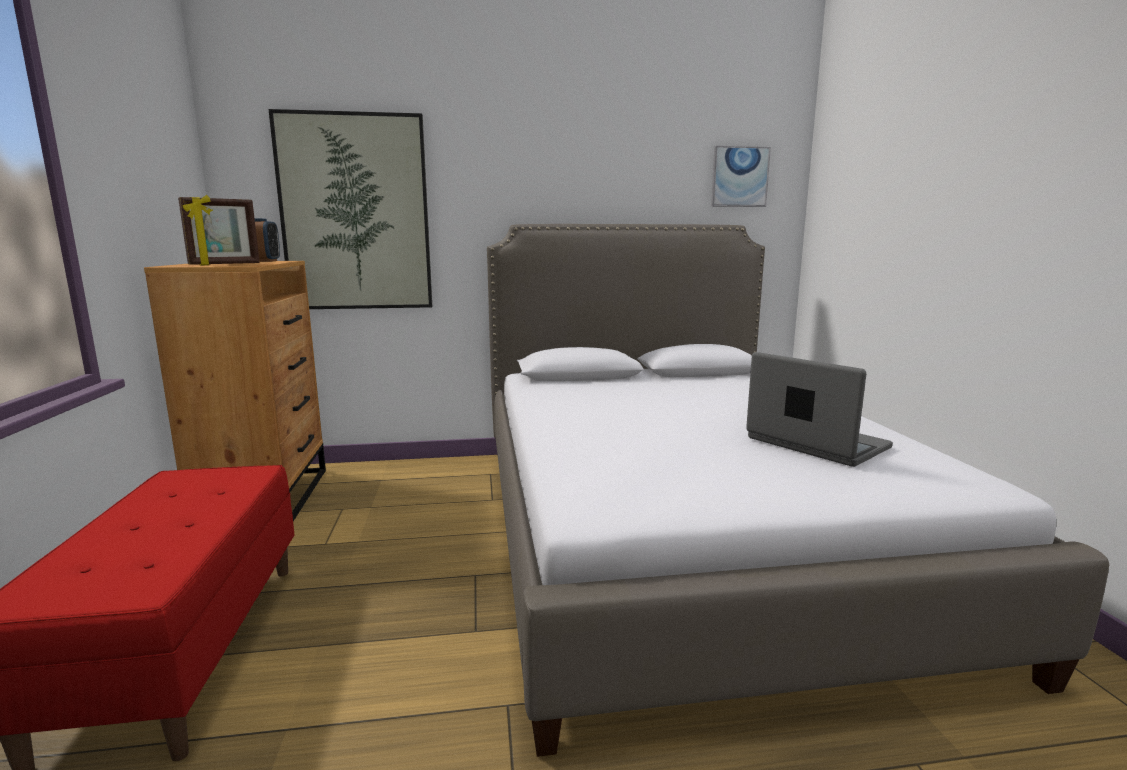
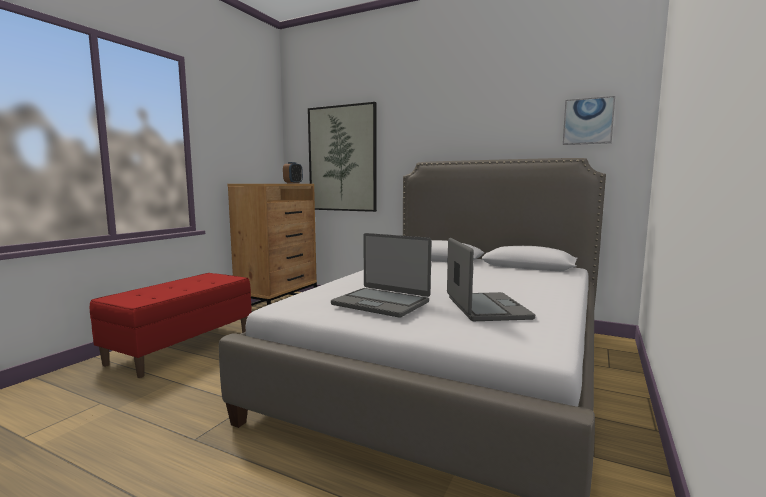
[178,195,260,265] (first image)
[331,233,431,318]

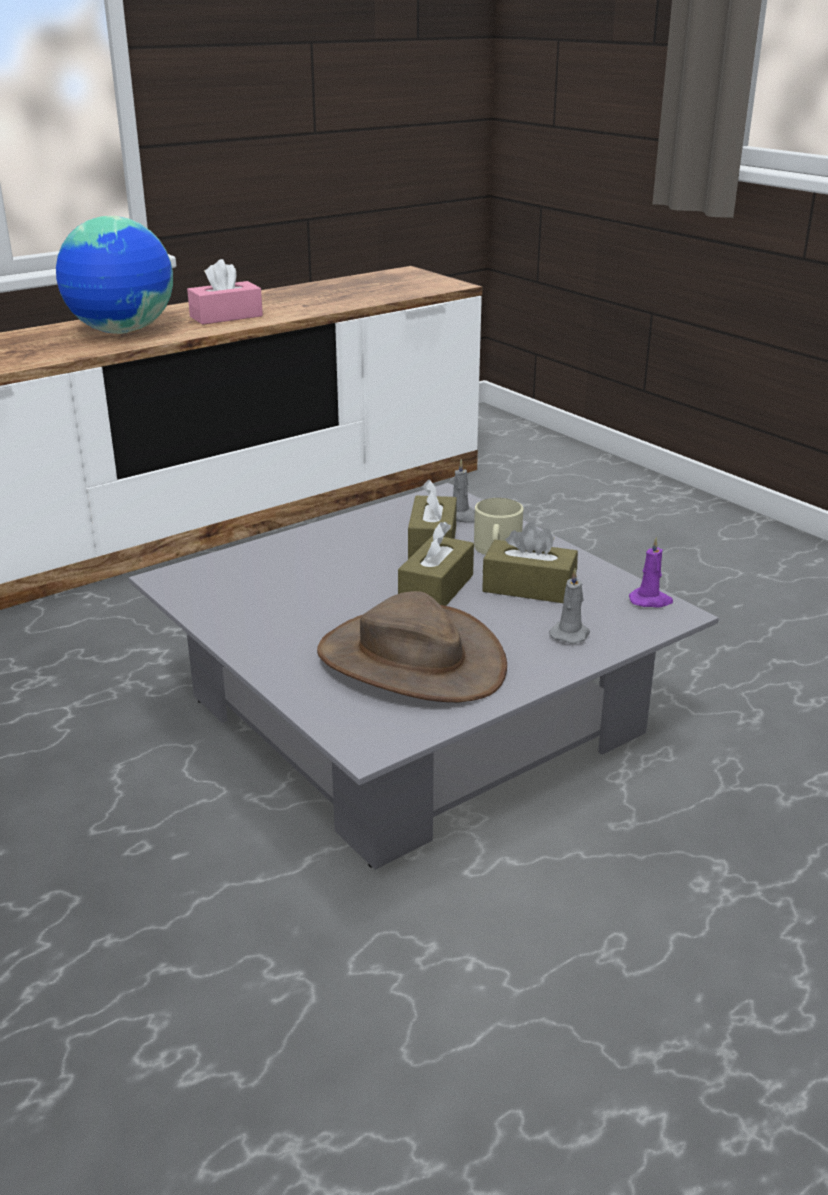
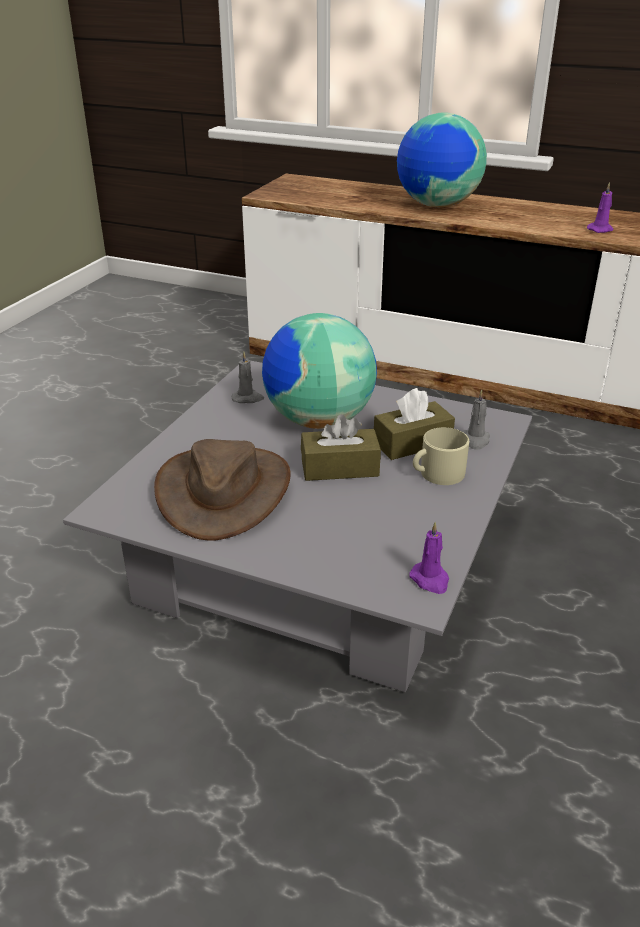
[187,259,263,325] (first image)
[482,522,578,603] (first image)
[232,351,264,403]
[587,182,614,233]
[262,313,377,429]

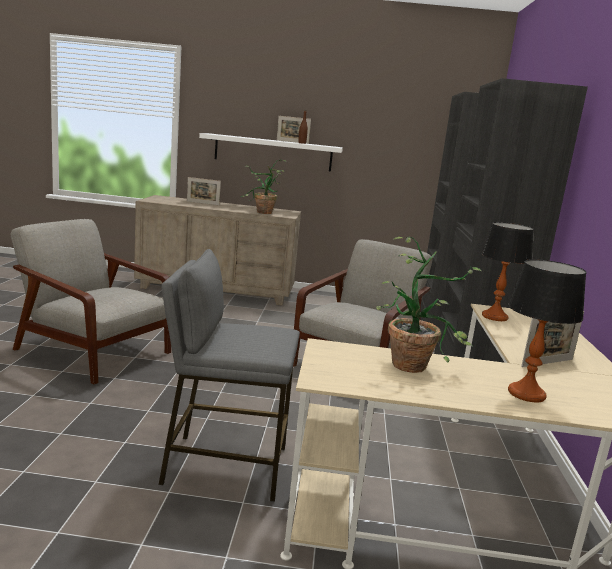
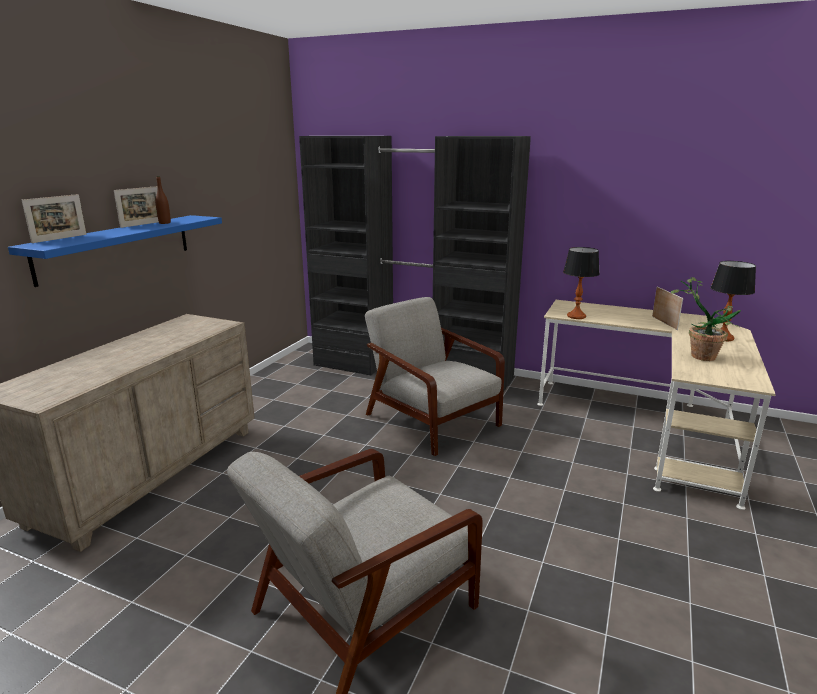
[8,215,222,287]
[241,159,287,214] (first image)
[22,194,87,243]
[158,249,300,502] (first image)

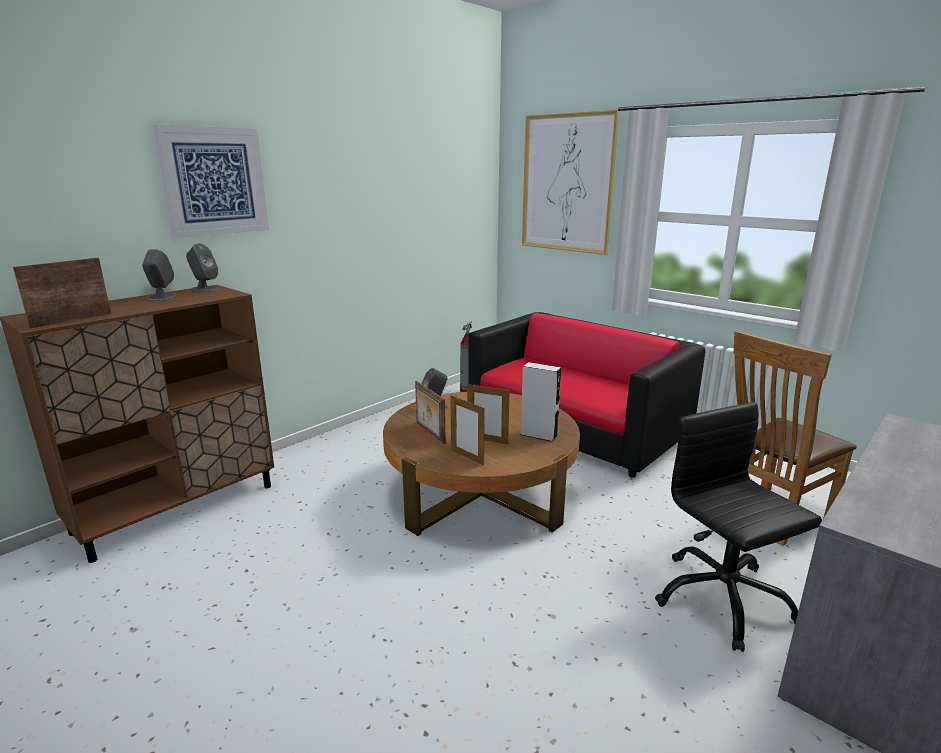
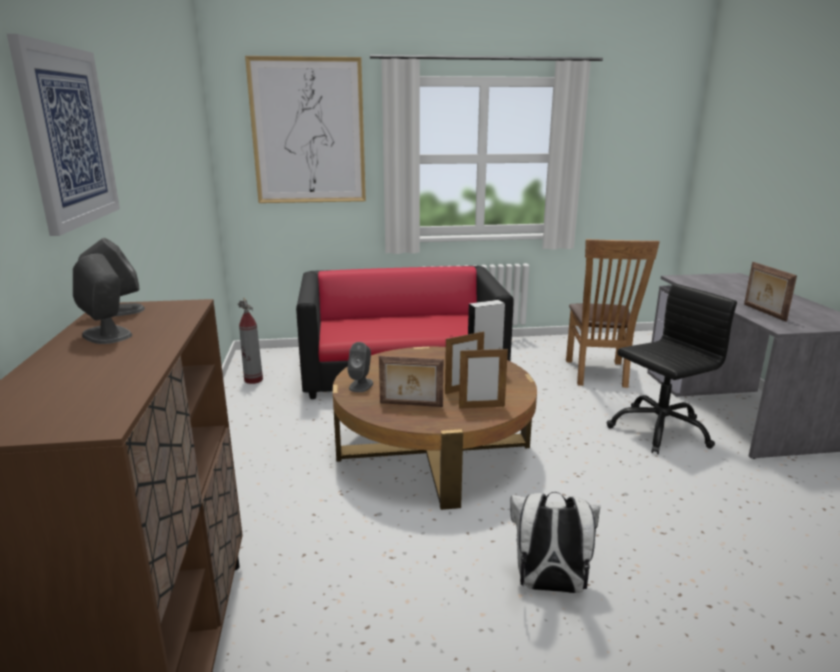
[744,262,797,322]
[606,283,737,454]
[510,492,601,593]

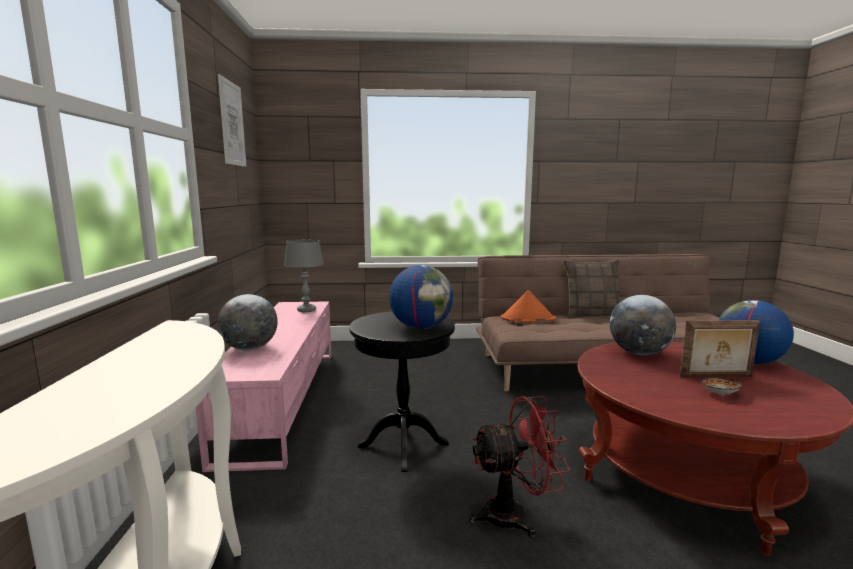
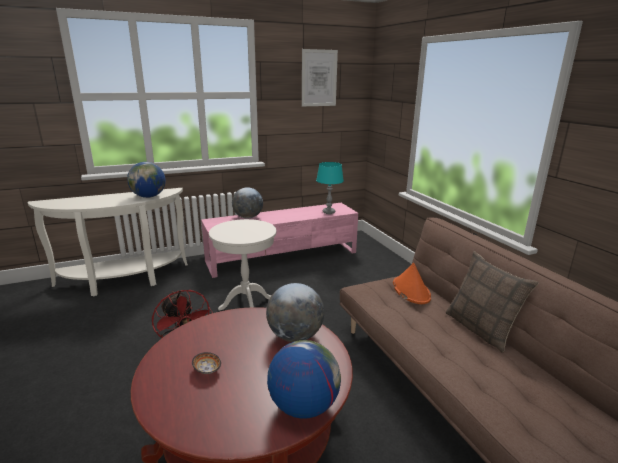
[316,162,344,214]
[127,162,166,198]
[209,219,276,310]
[680,320,760,377] (first image)

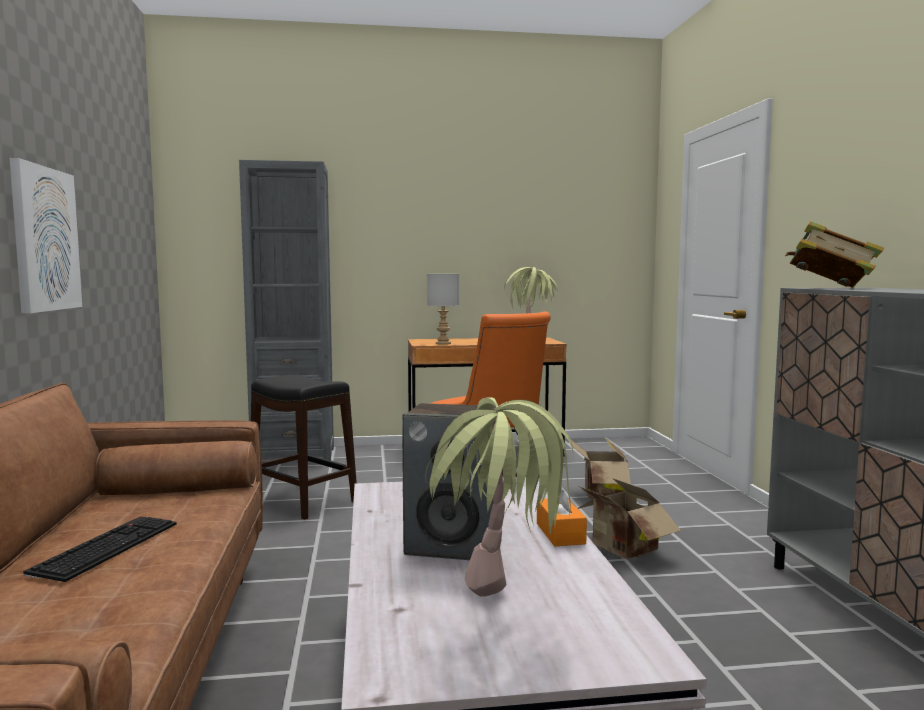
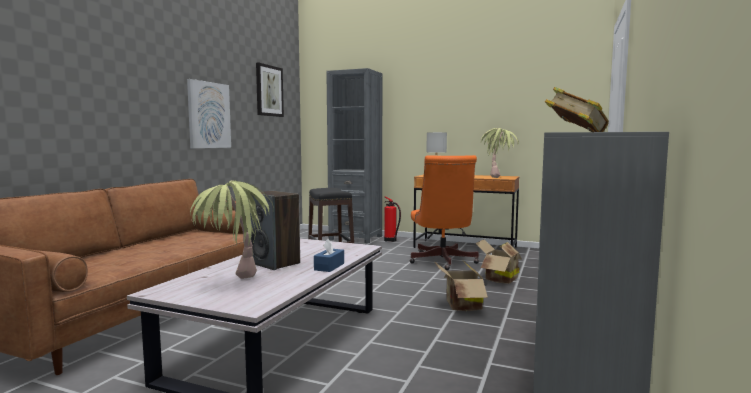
[314,239,344,272]
[23,516,176,582] (first image)
[256,62,284,117]
[384,196,401,242]

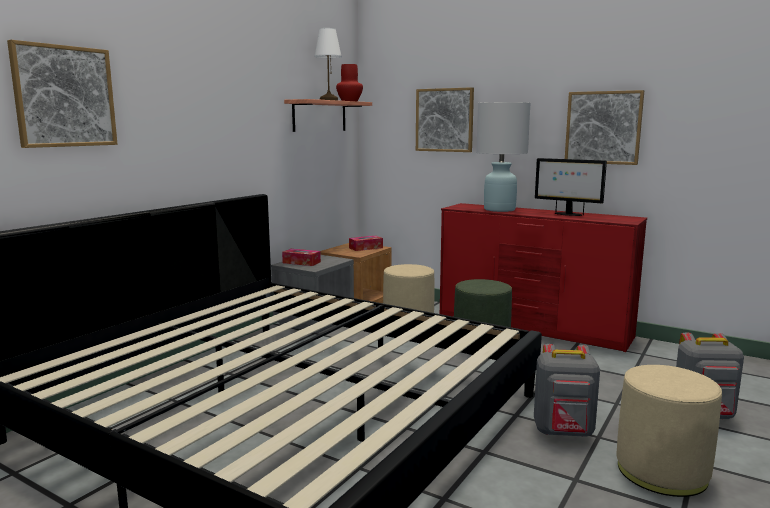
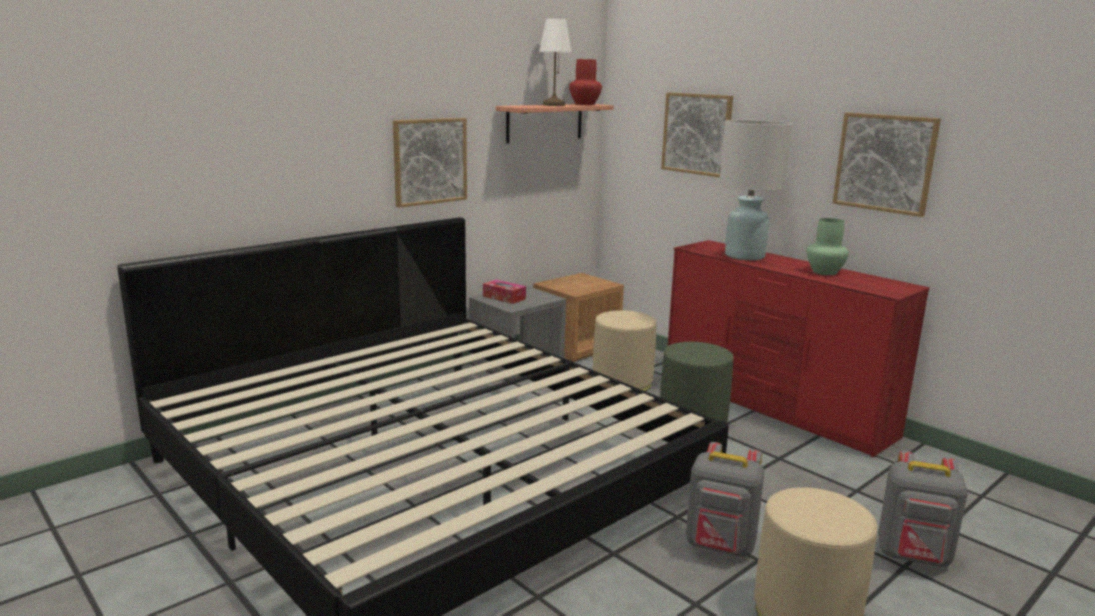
[393,118,467,208]
[807,218,849,275]
[349,236,383,251] (first image)

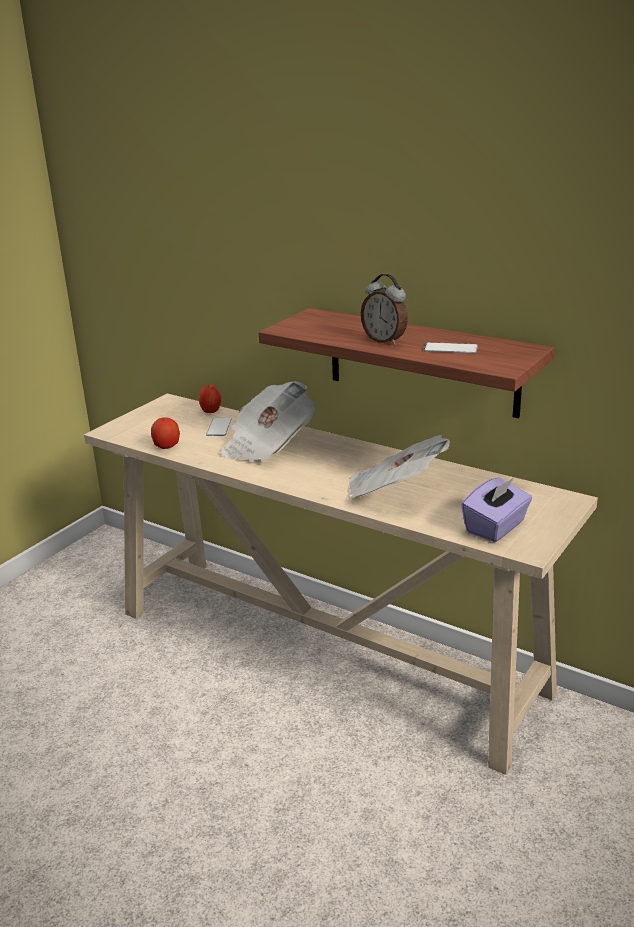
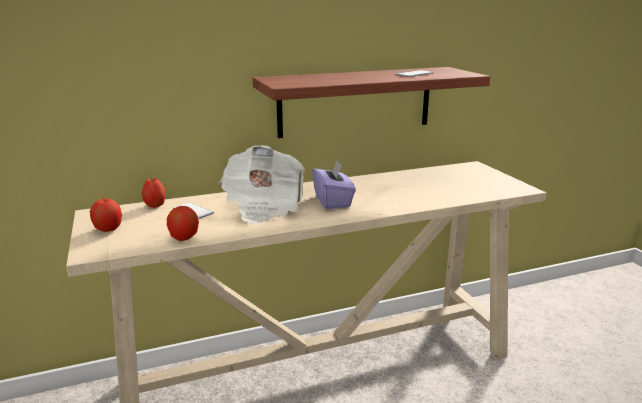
[361,274,408,345] (first image)
[349,435,450,500] (first image)
[312,161,356,209]
[90,198,122,232]

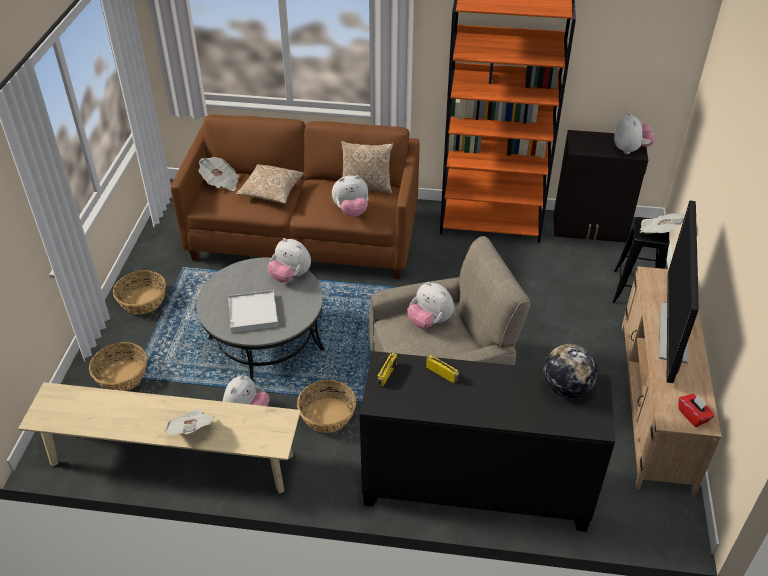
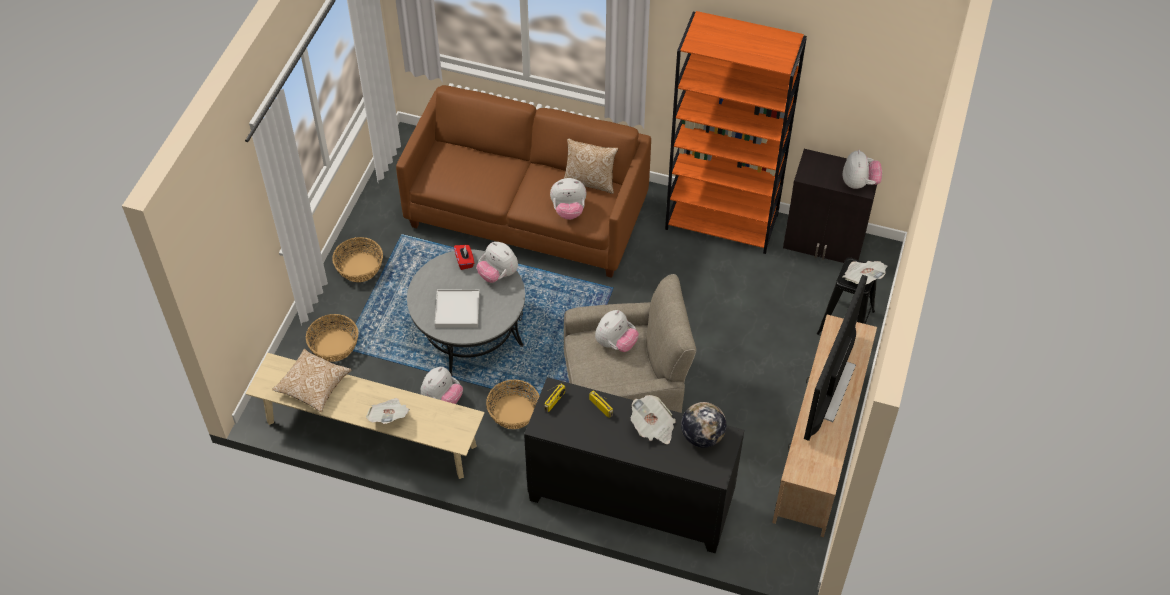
[631,395,676,444]
[272,349,352,412]
[595,310,639,352]
[454,245,474,270]

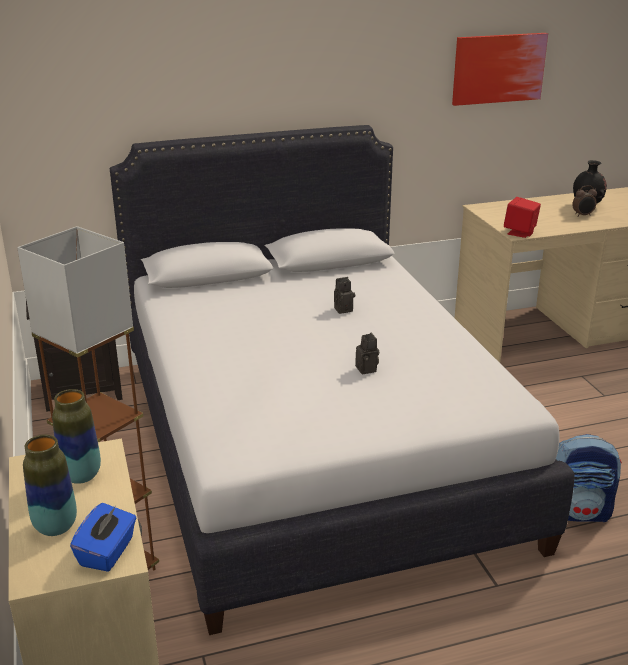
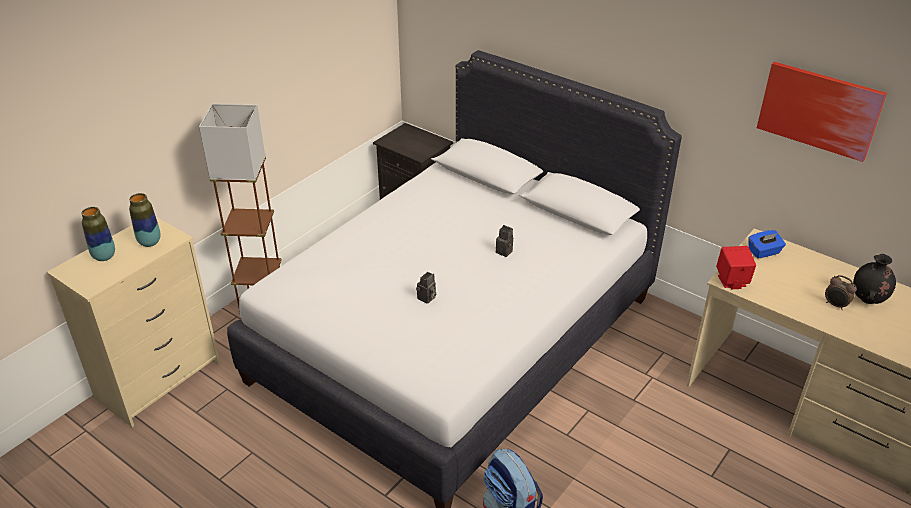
[748,230,786,259]

